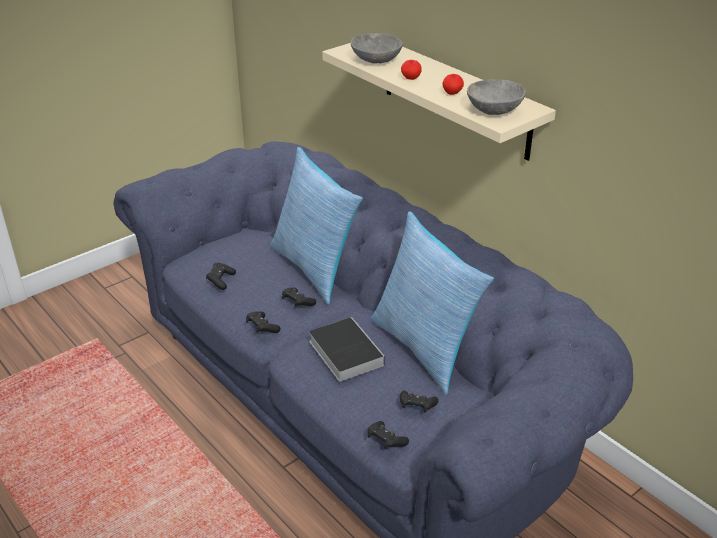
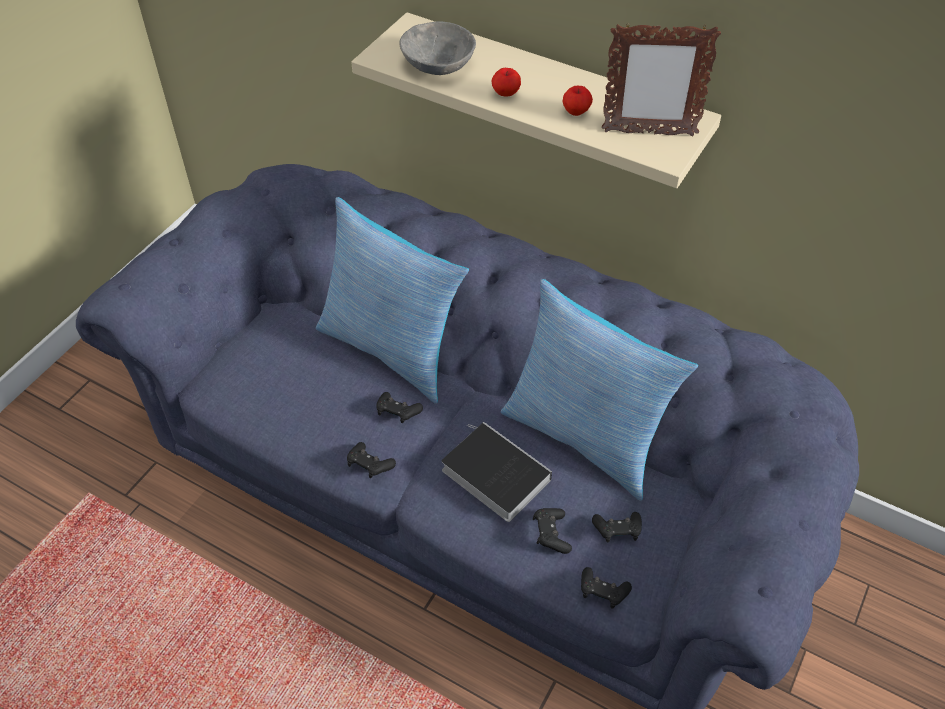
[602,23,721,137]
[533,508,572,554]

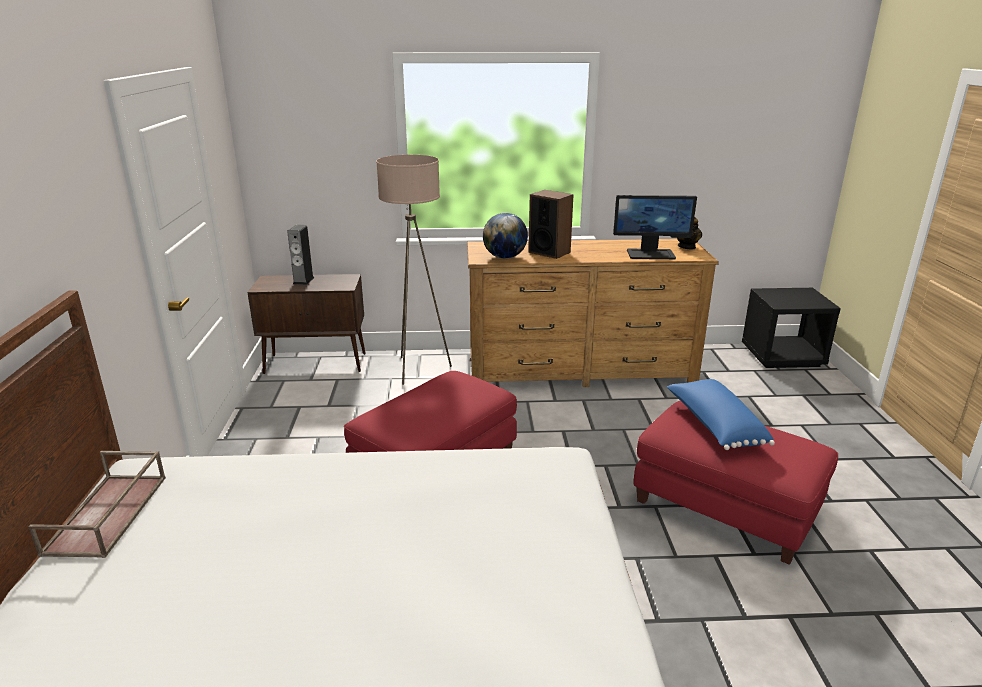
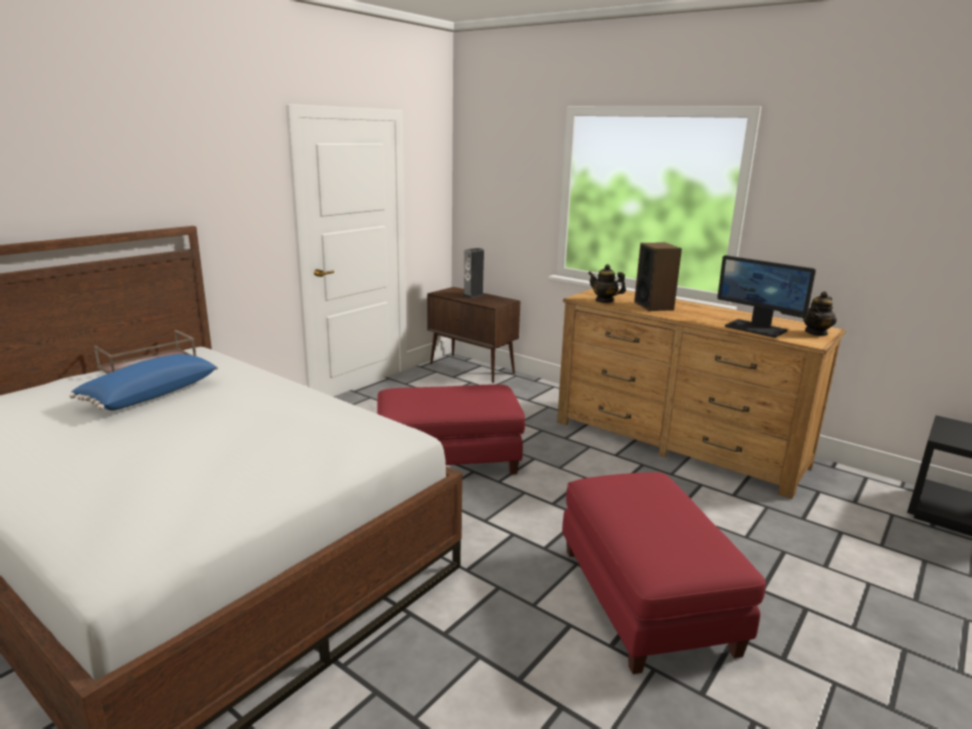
[376,155,452,385] (first image)
[588,264,626,303]
[69,354,219,410]

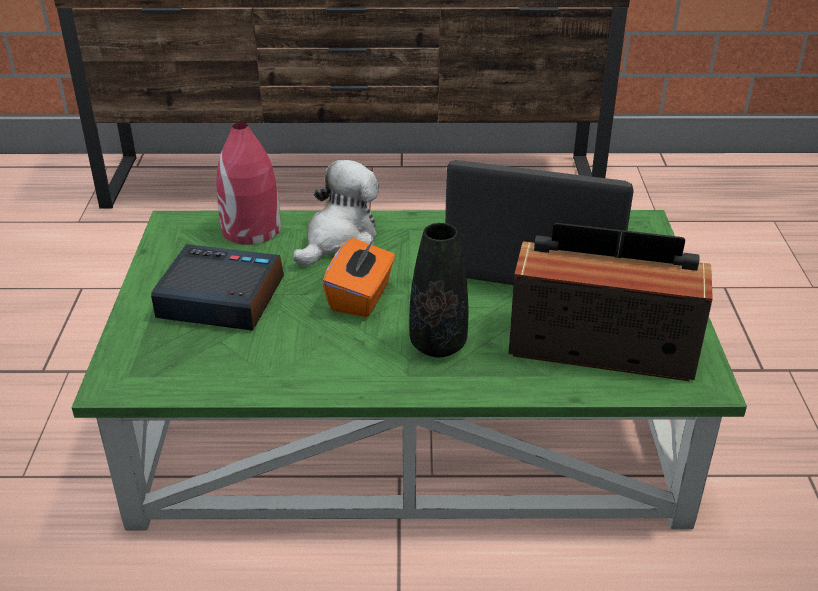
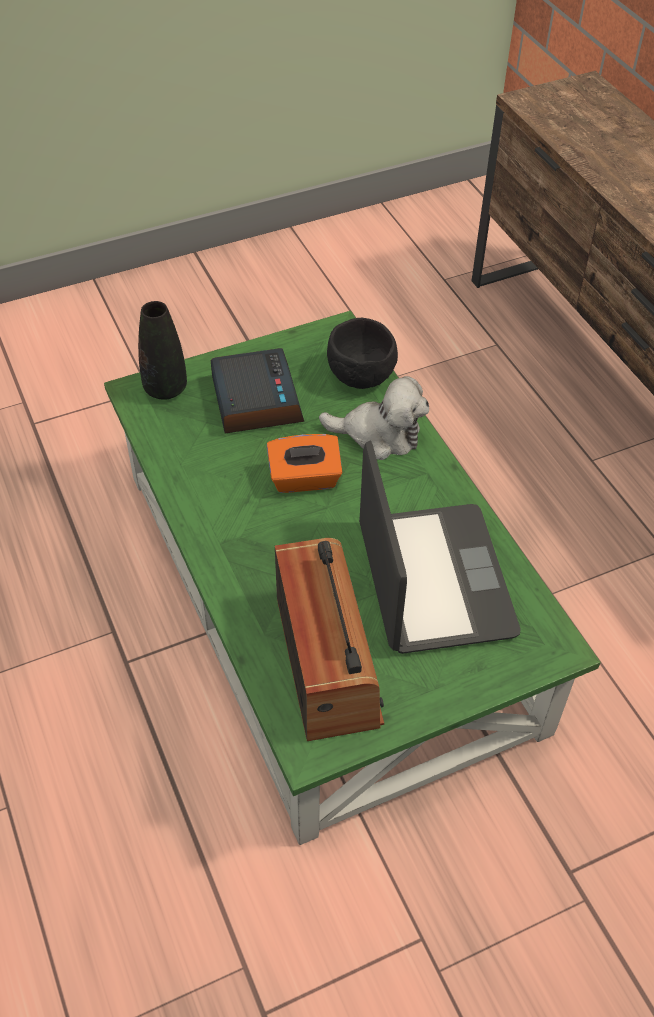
[327,318,398,389]
[138,301,187,400]

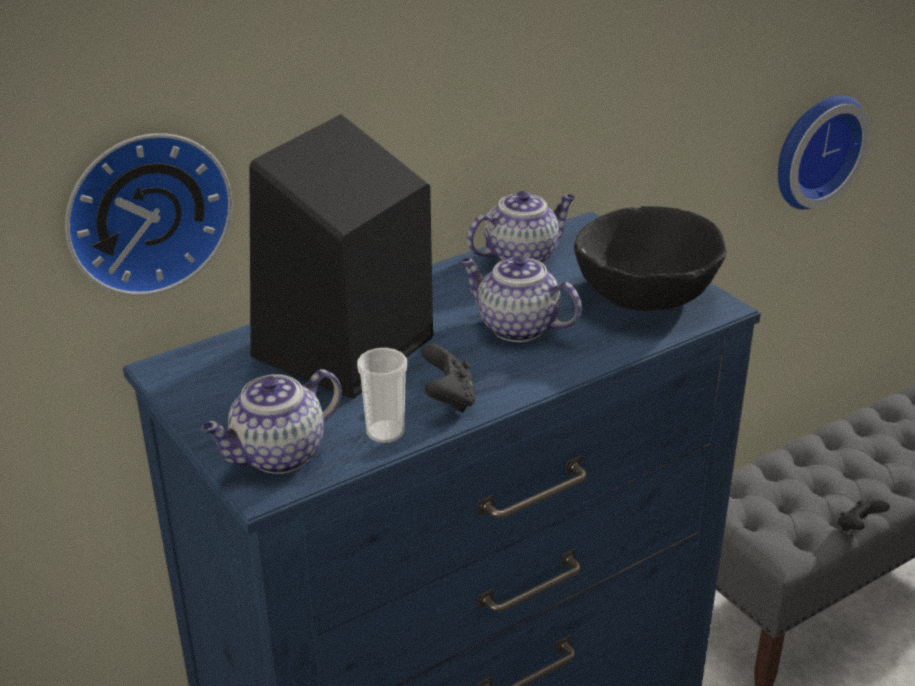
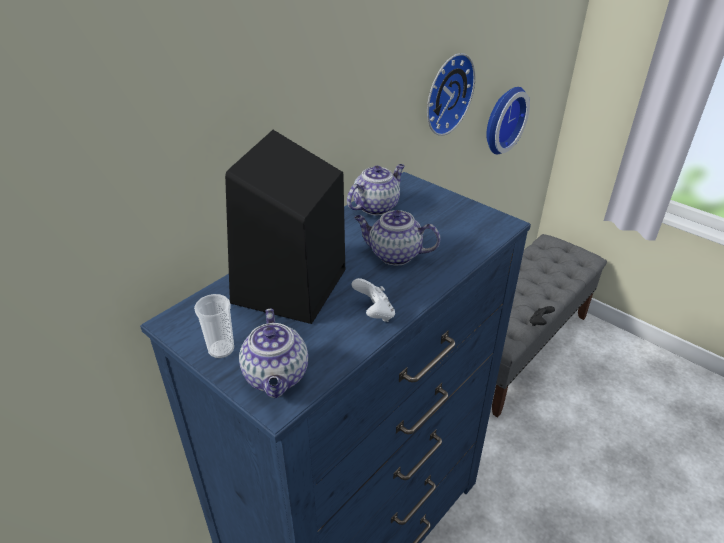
[427,53,475,136]
[574,206,727,311] (first image)
[352,278,395,322]
[194,294,234,358]
[239,309,308,398]

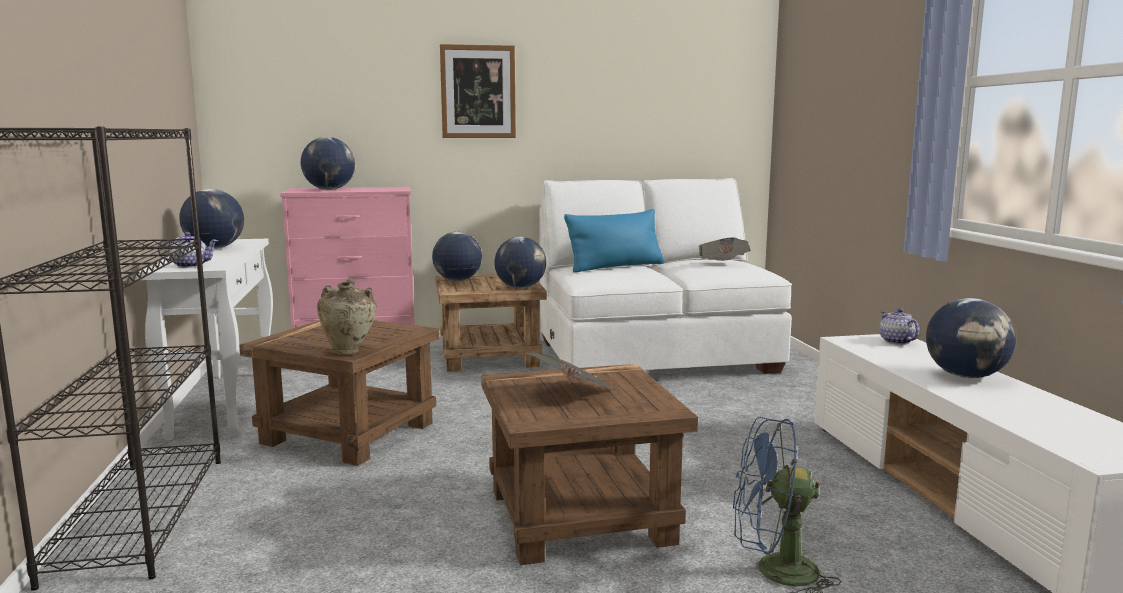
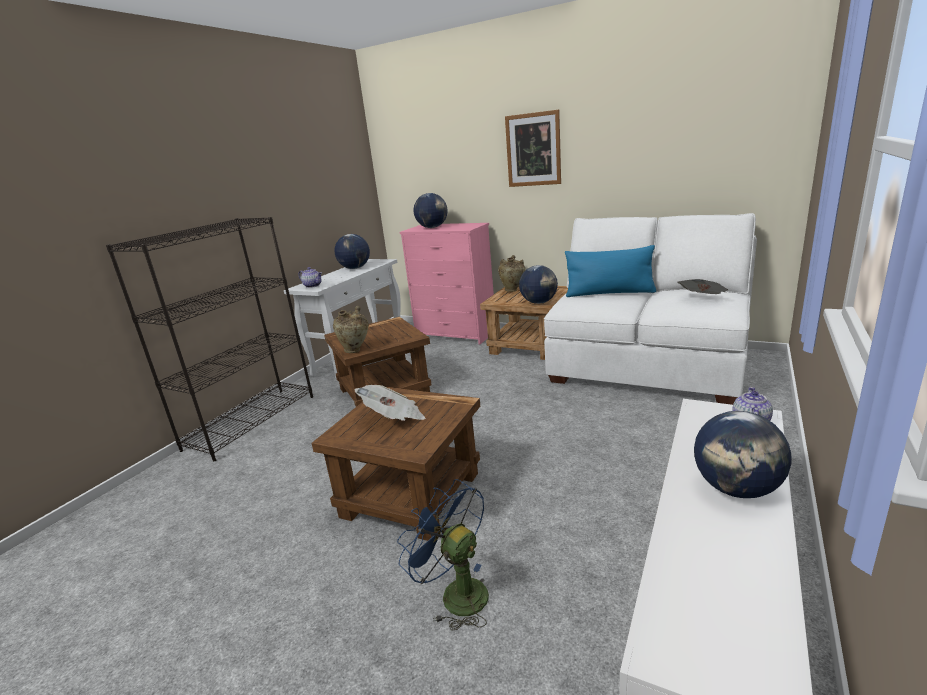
[498,255,525,292]

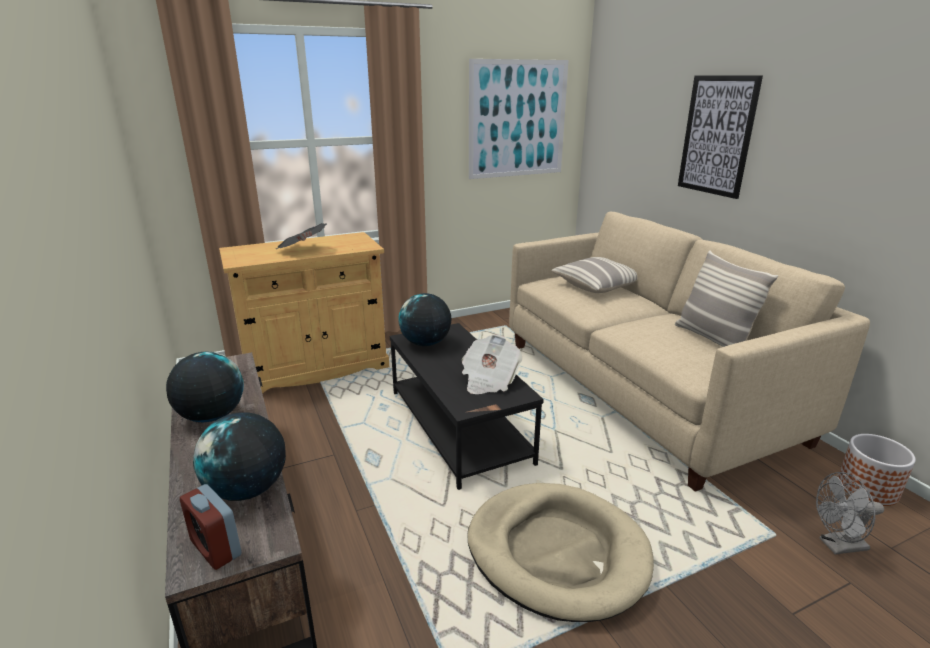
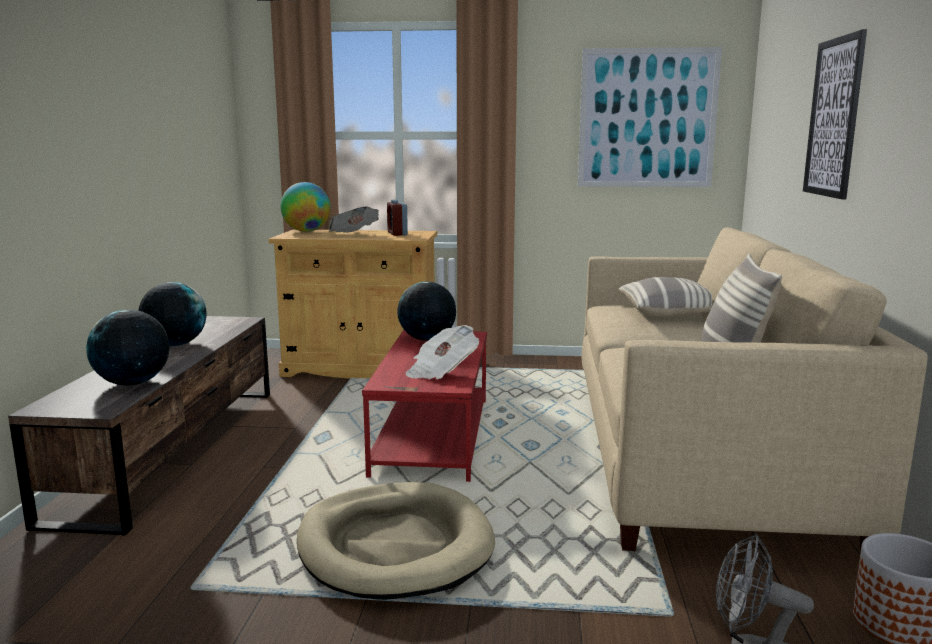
[362,330,487,482]
[387,199,408,236]
[280,182,331,232]

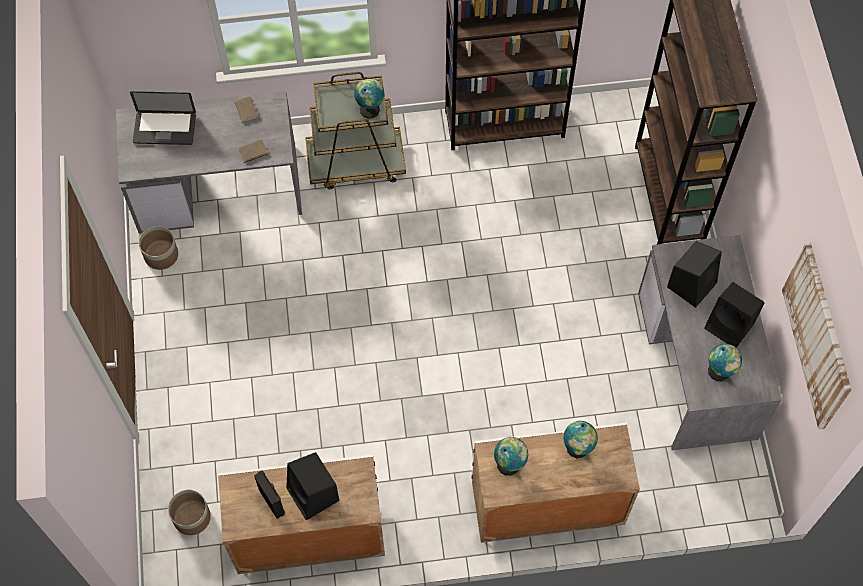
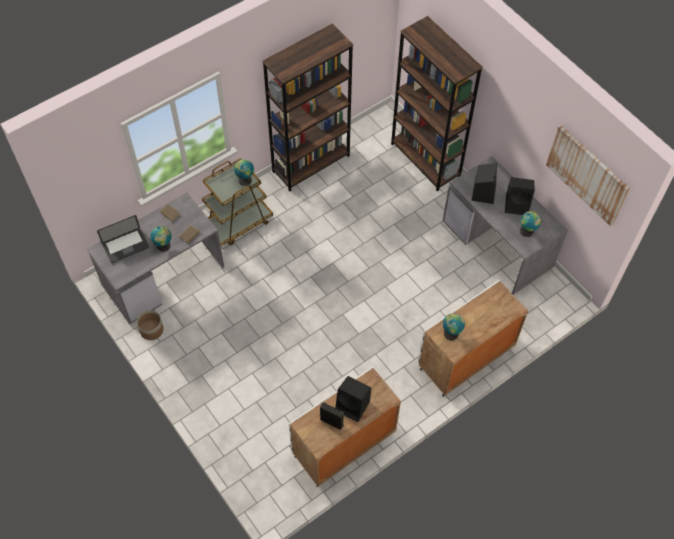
[151,226,171,252]
[168,490,211,535] (first image)

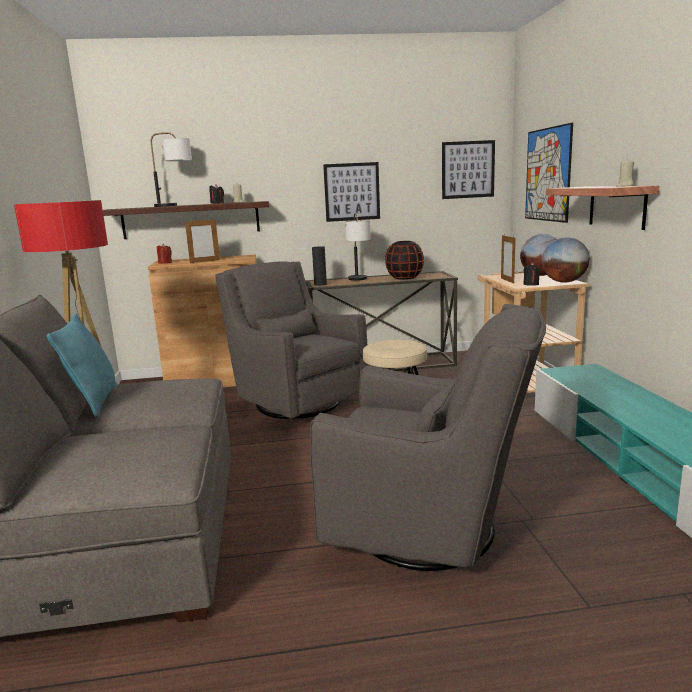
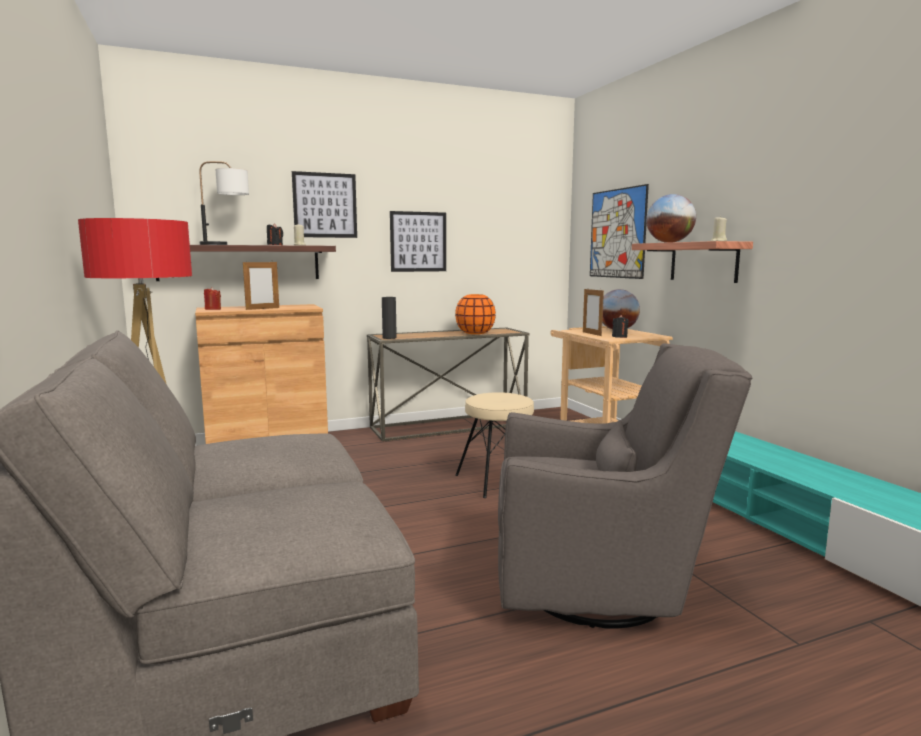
[292,171,357,238]
[345,213,371,281] (first image)
[646,194,696,243]
[455,294,496,334]
[215,261,368,419] (first image)
[47,314,118,417] (first image)

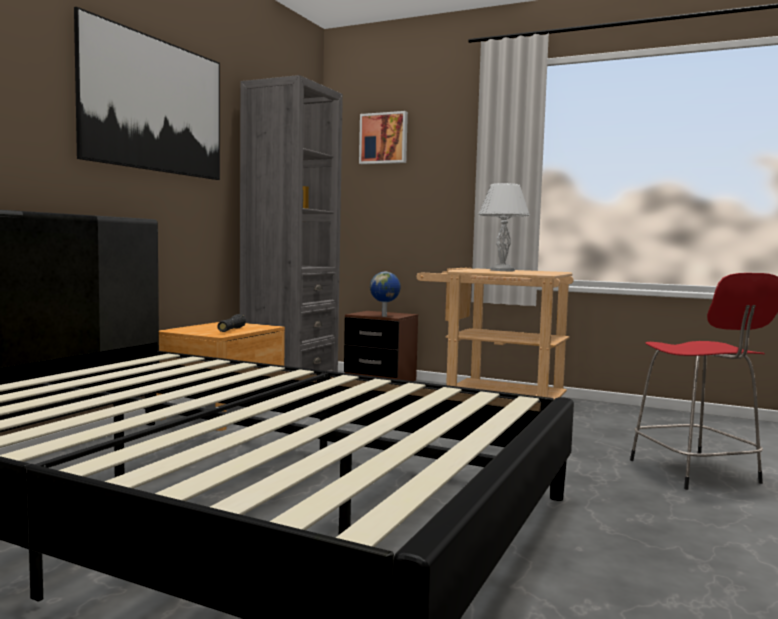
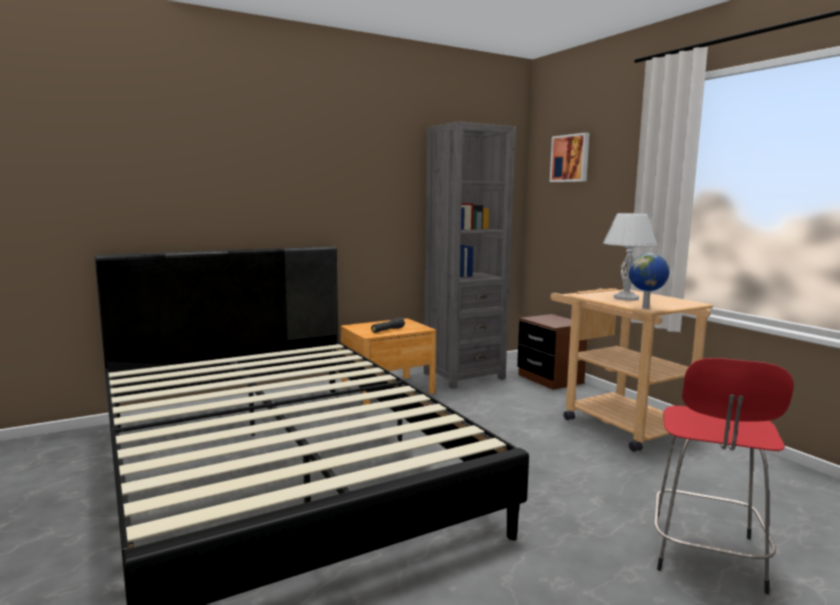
[74,7,220,180] (first image)
[629,253,669,309]

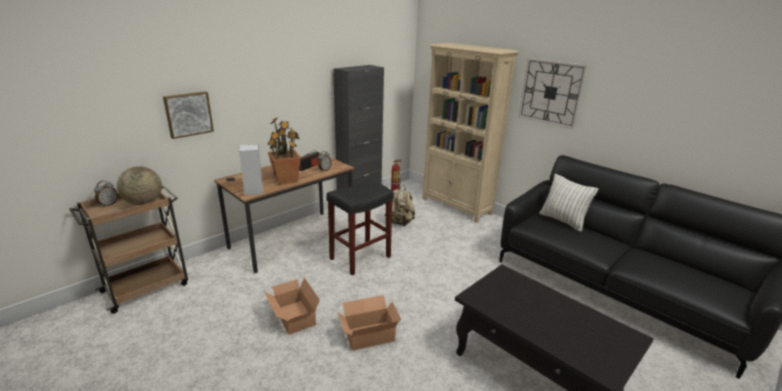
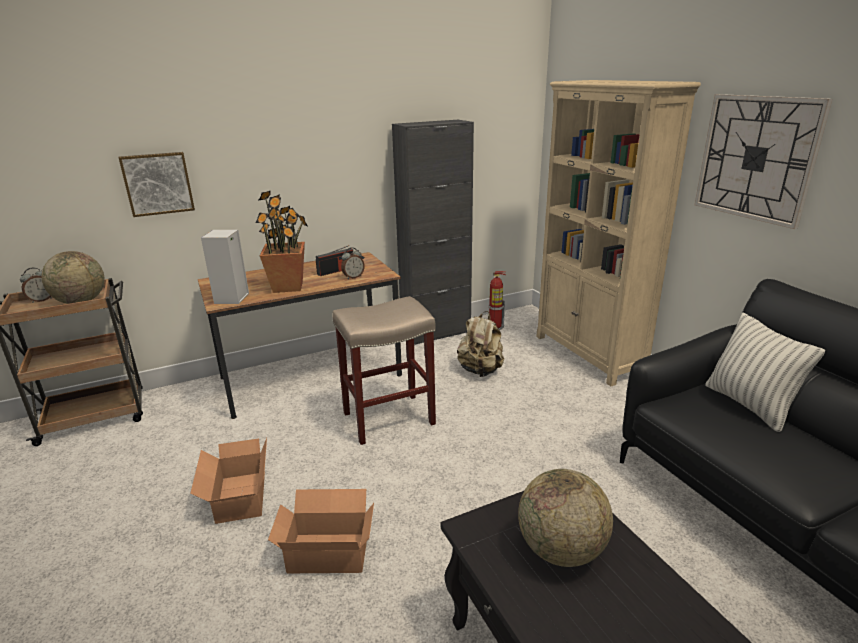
[332,296,436,445]
[518,469,613,567]

